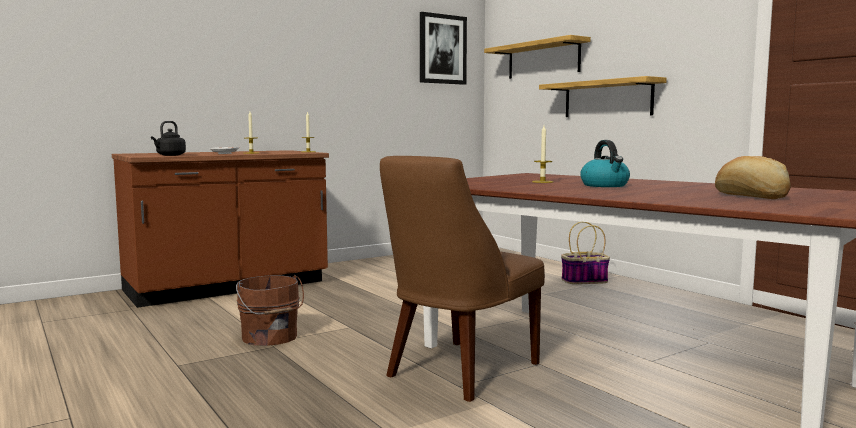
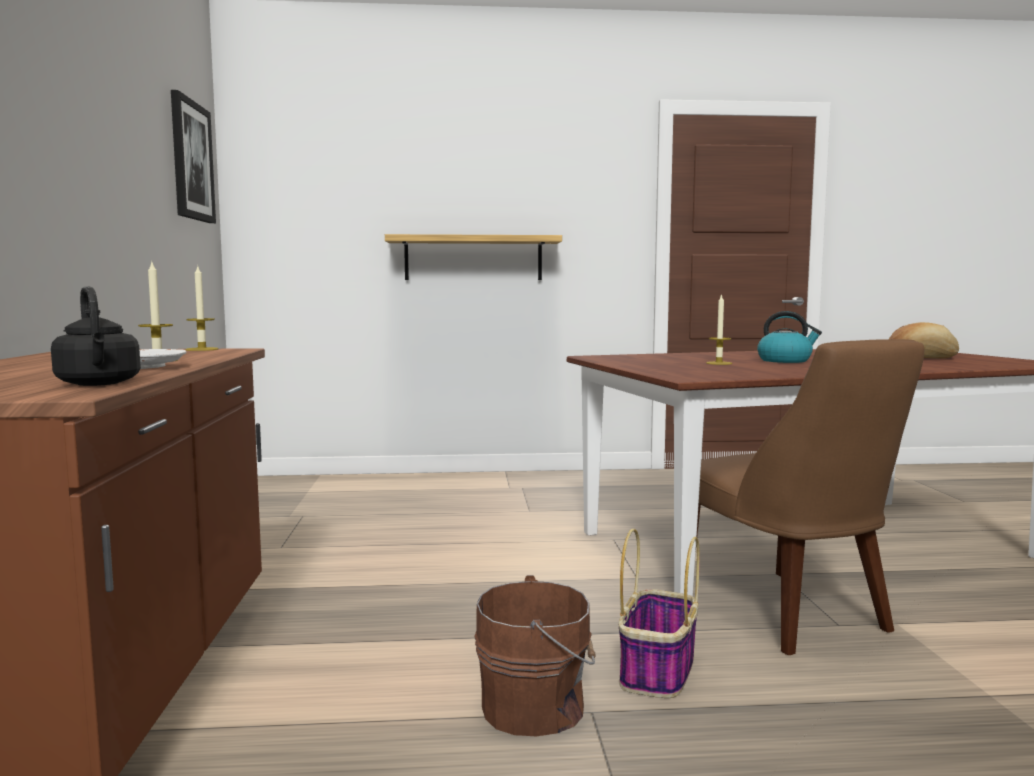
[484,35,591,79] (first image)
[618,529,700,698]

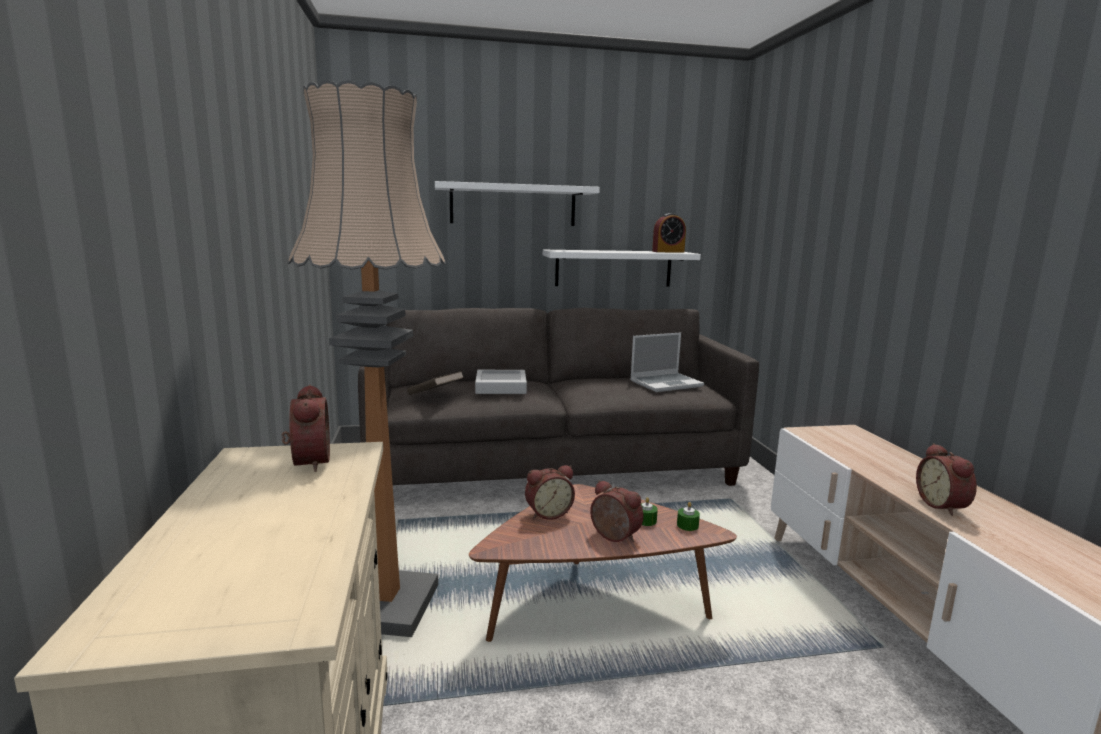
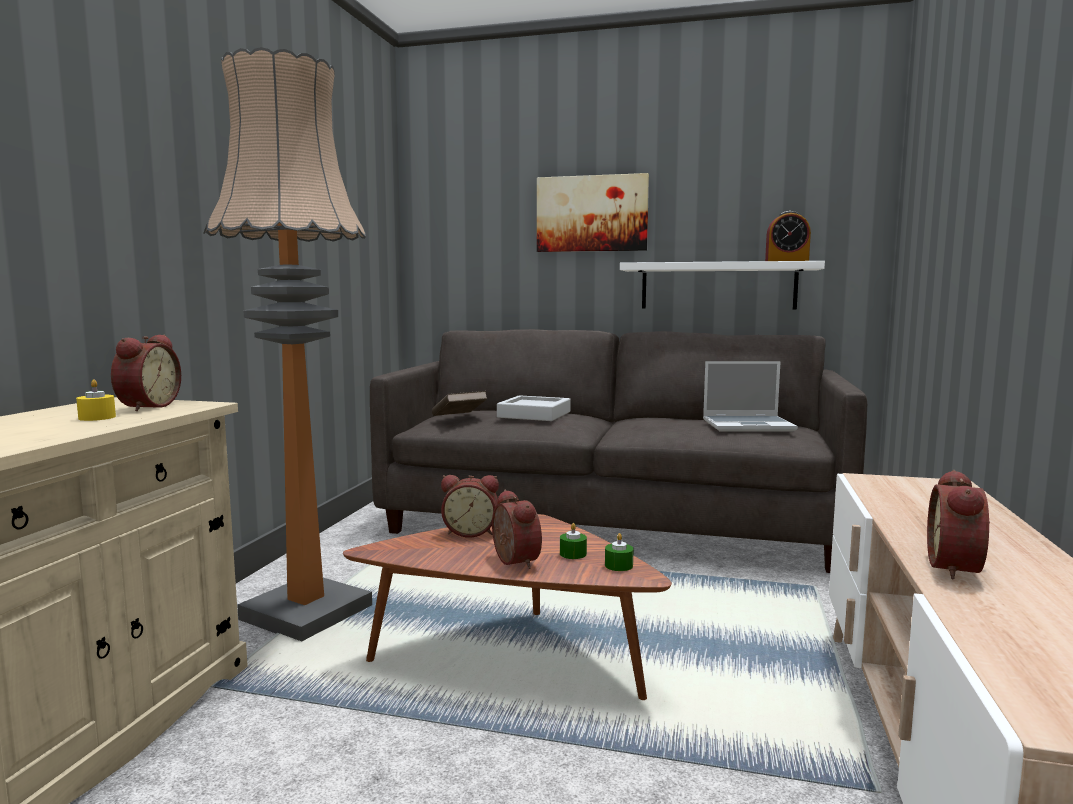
[537,173,649,252]
[76,379,116,421]

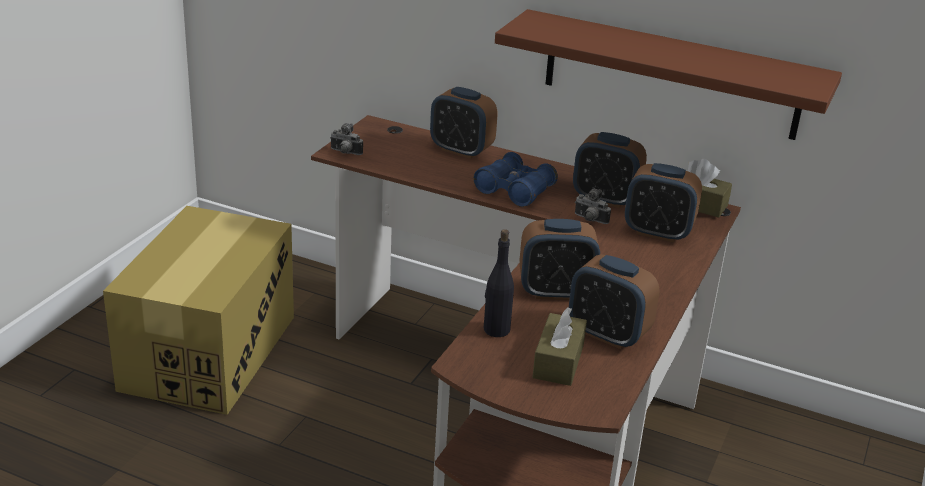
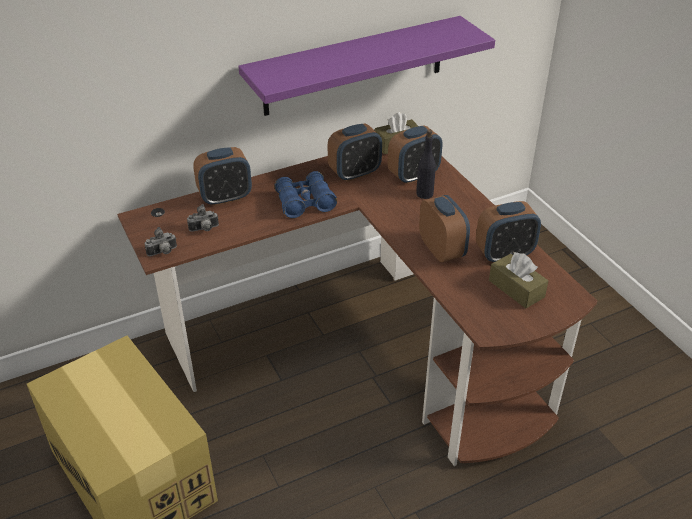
[416,130,436,199]
[238,16,495,116]
[419,195,470,262]
[187,204,219,232]

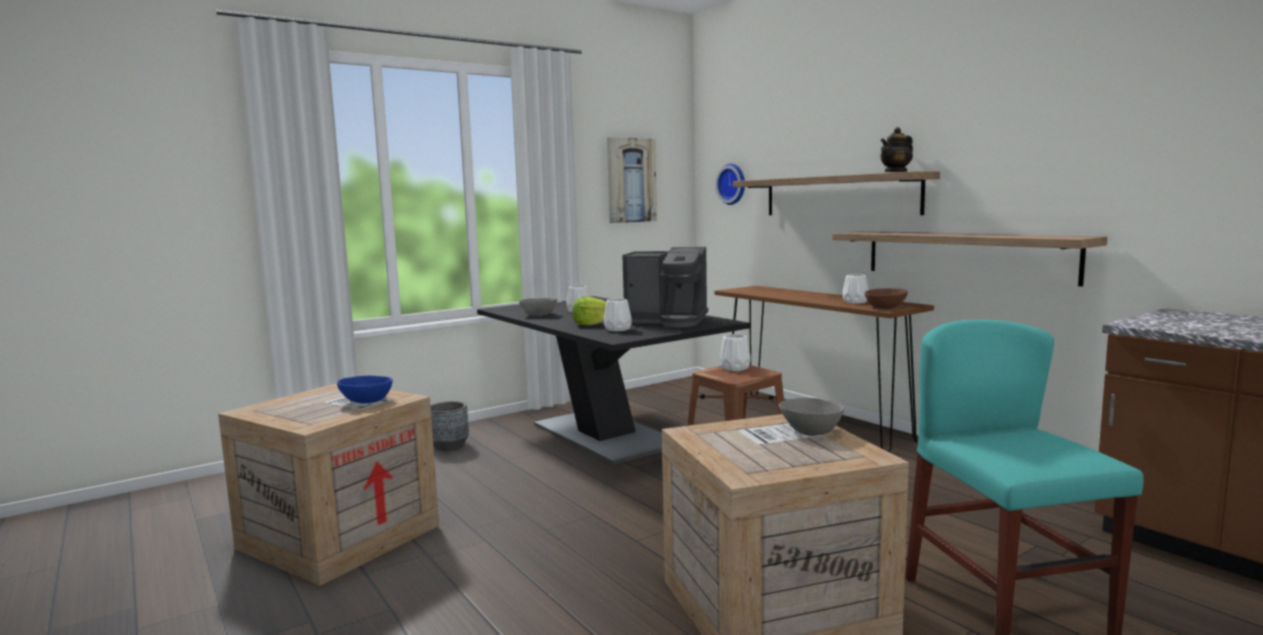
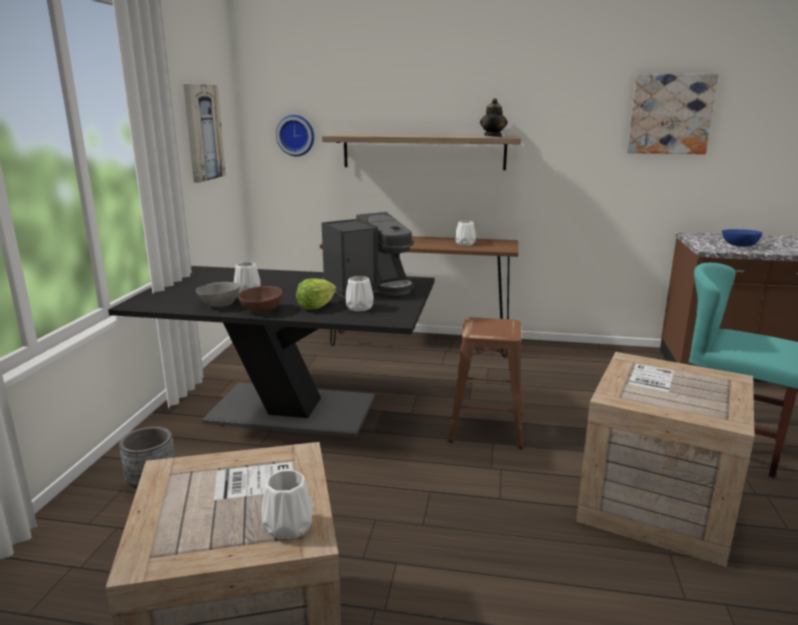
[722,229,762,246]
[262,470,313,539]
[779,398,845,435] (first image)
[832,231,1108,287] (first image)
[238,286,283,313]
[627,74,719,154]

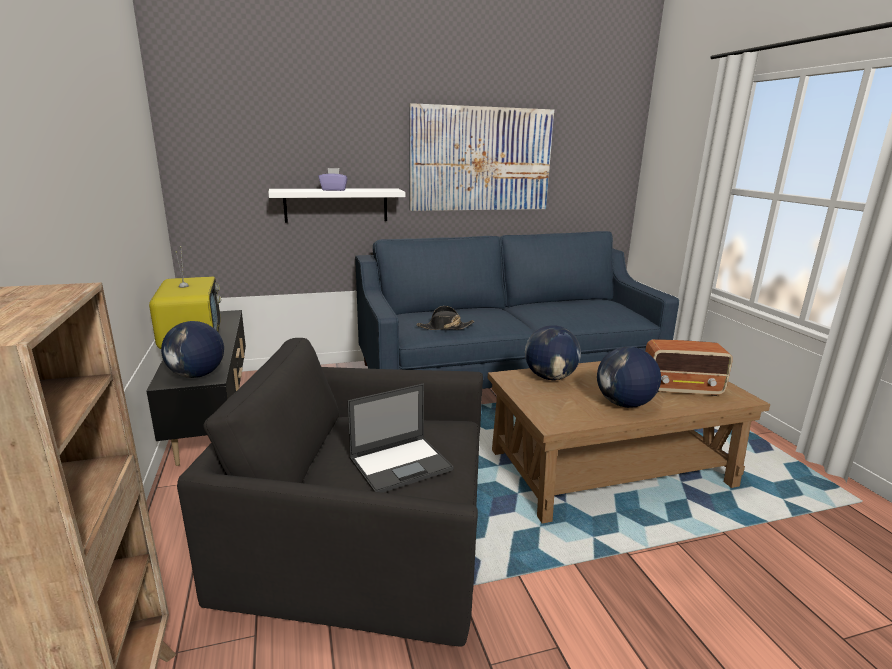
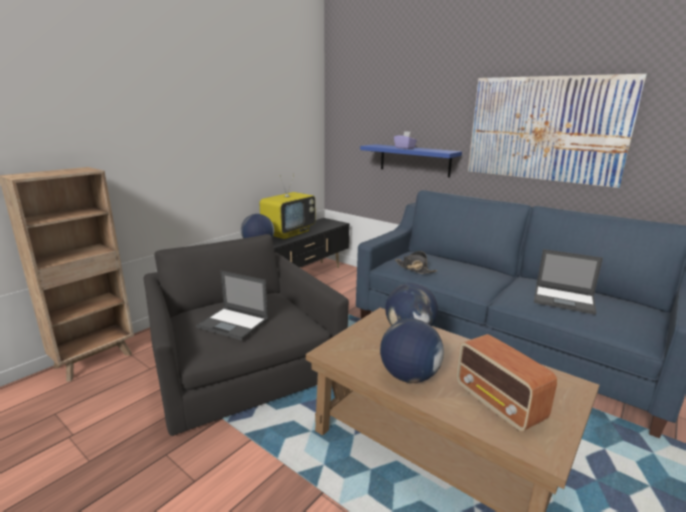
[360,144,462,178]
[534,249,603,315]

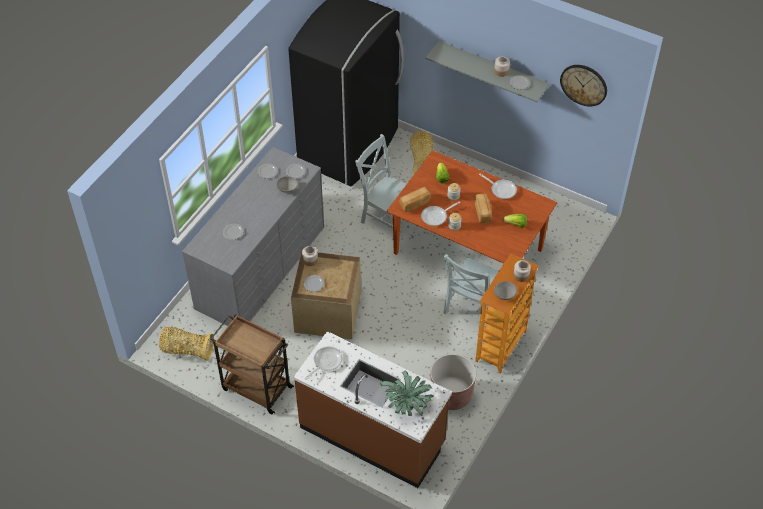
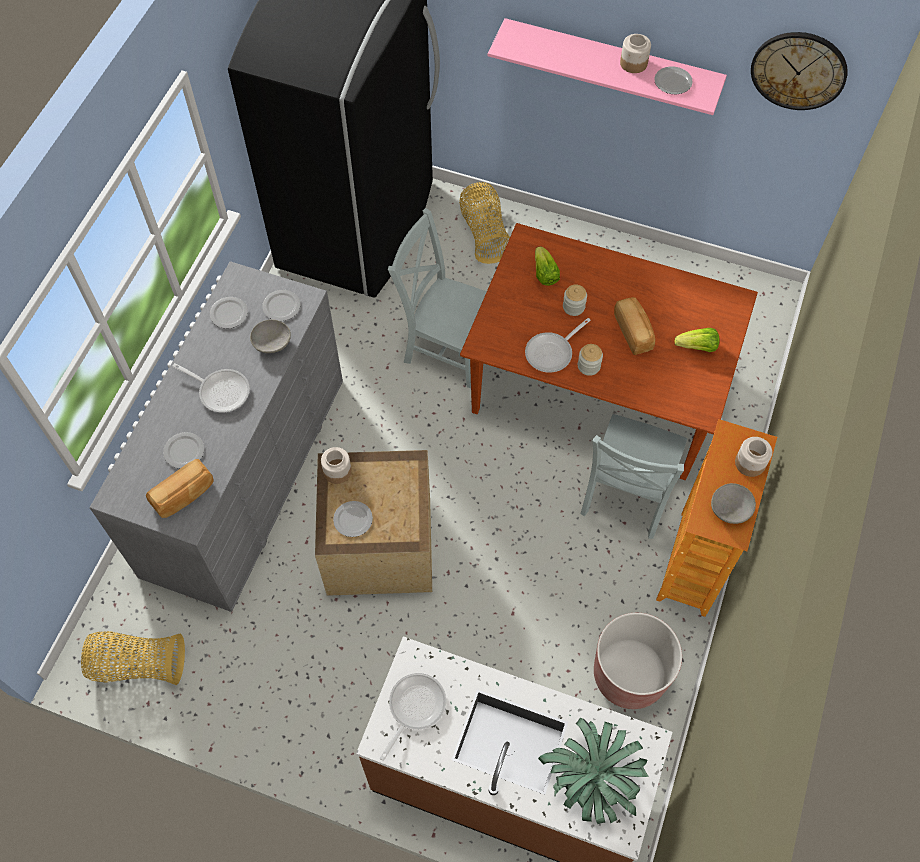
[210,314,294,415] (first image)
[146,459,214,518]
[487,18,727,115]
[172,363,250,413]

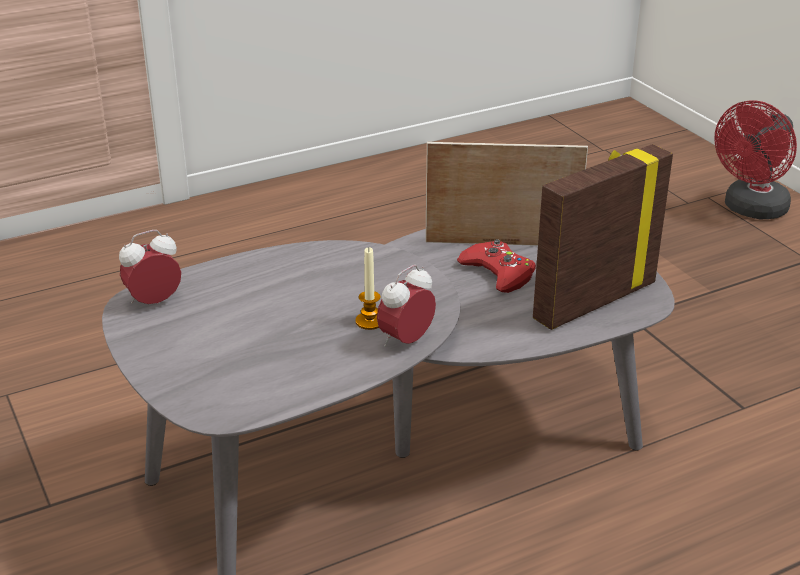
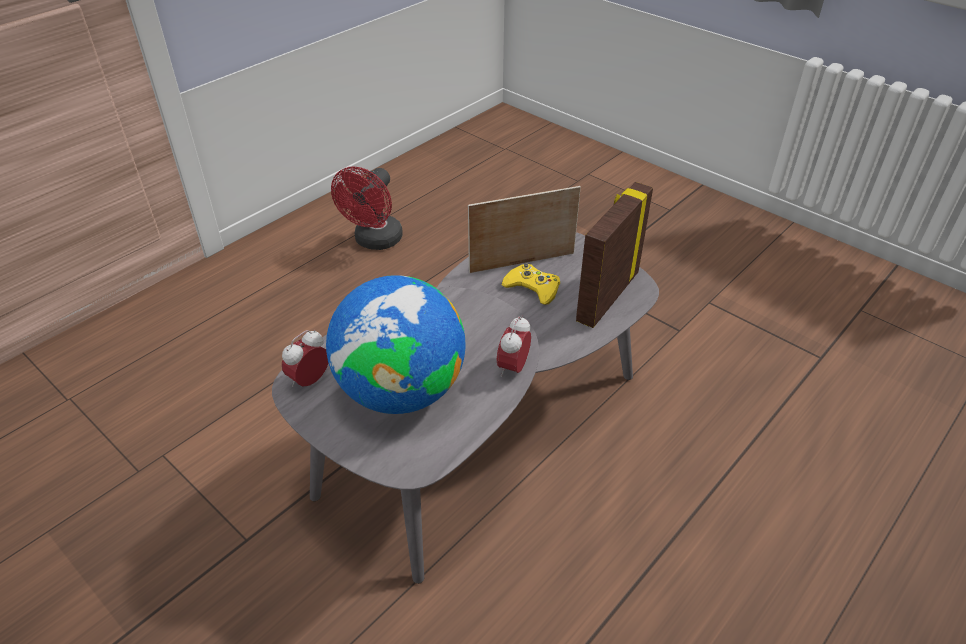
[355,247,380,330] (first image)
[502,264,560,305]
[331,167,403,250]
[326,275,466,414]

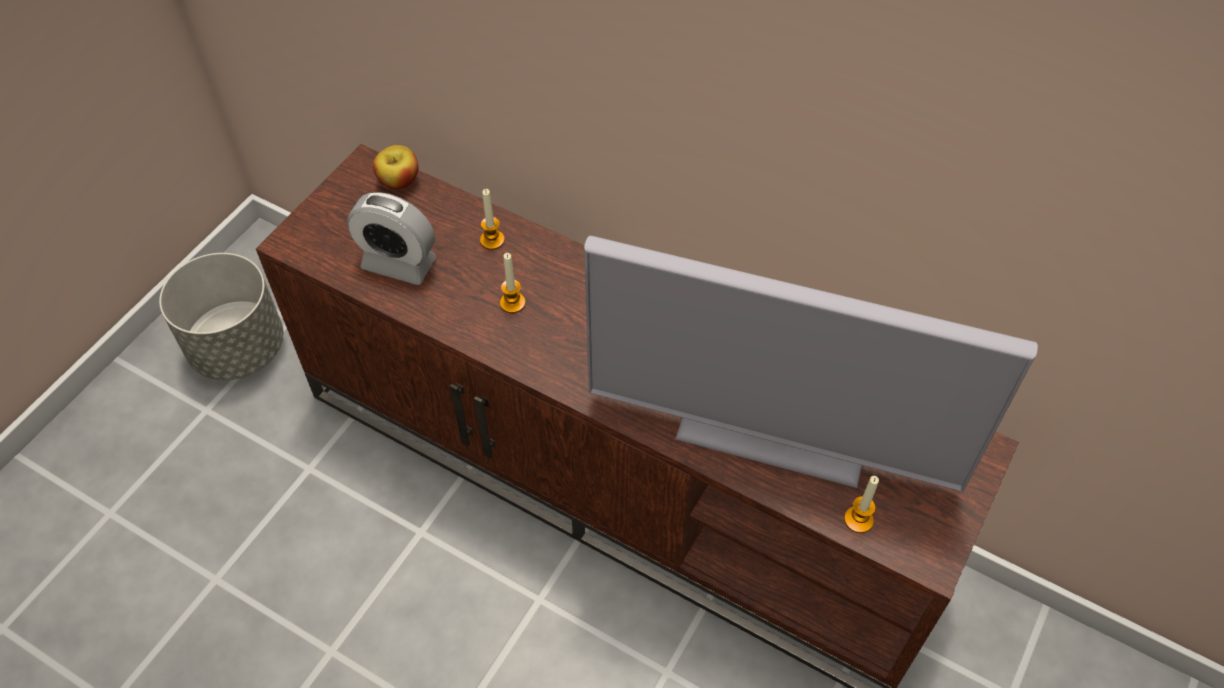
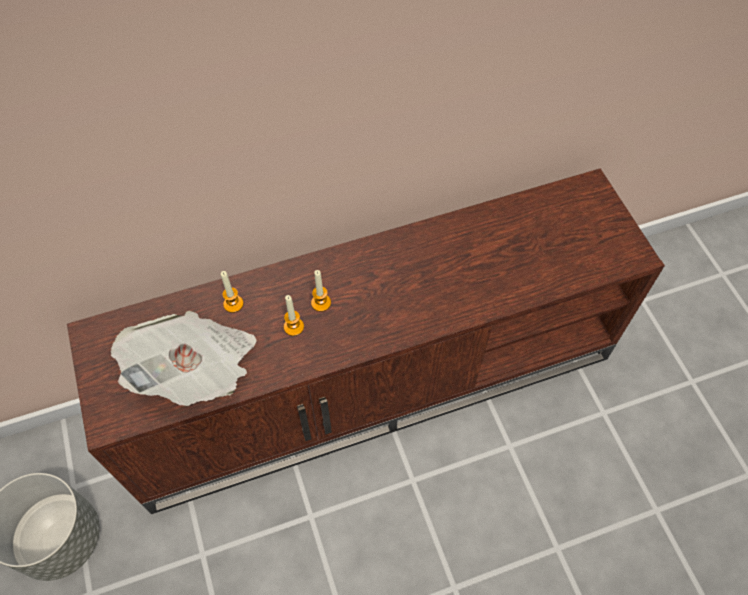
[111,311,257,406]
[373,145,418,189] (first image)
[584,236,1038,492] (first image)
[311,270,331,312]

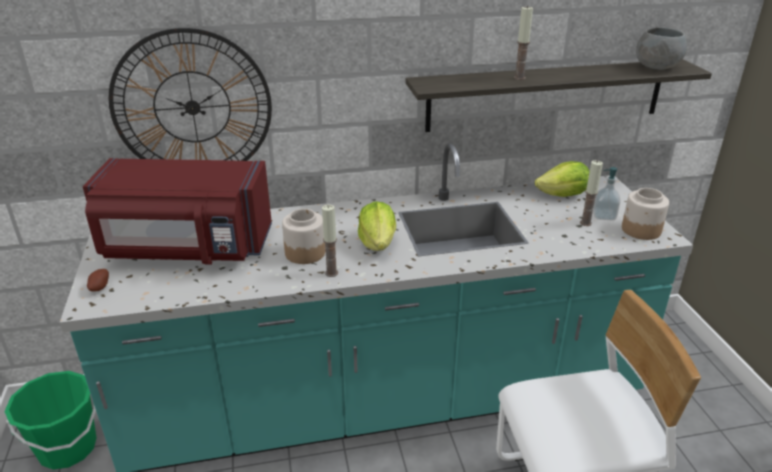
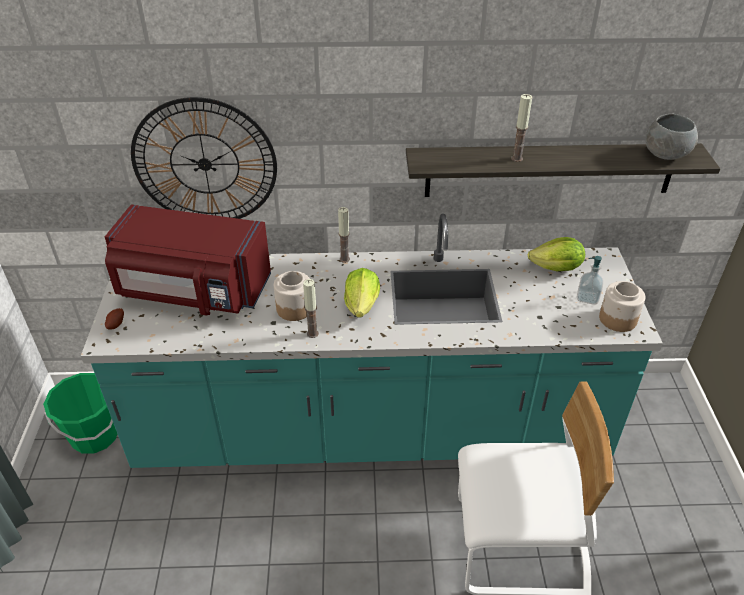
[338,207,350,263]

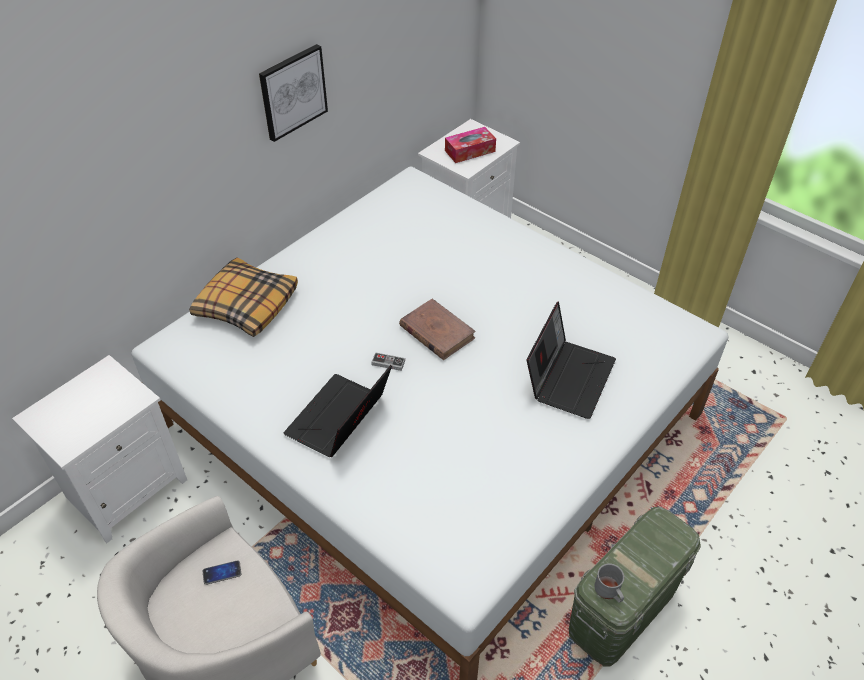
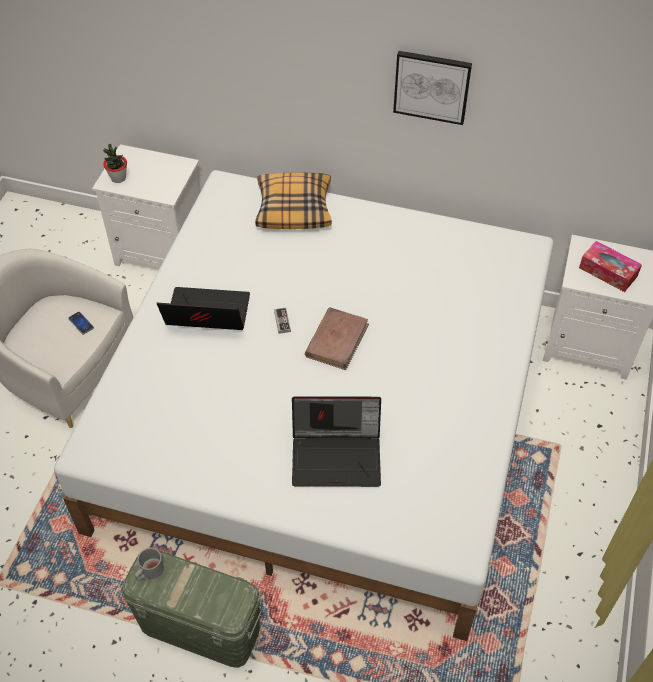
[103,144,127,183]

